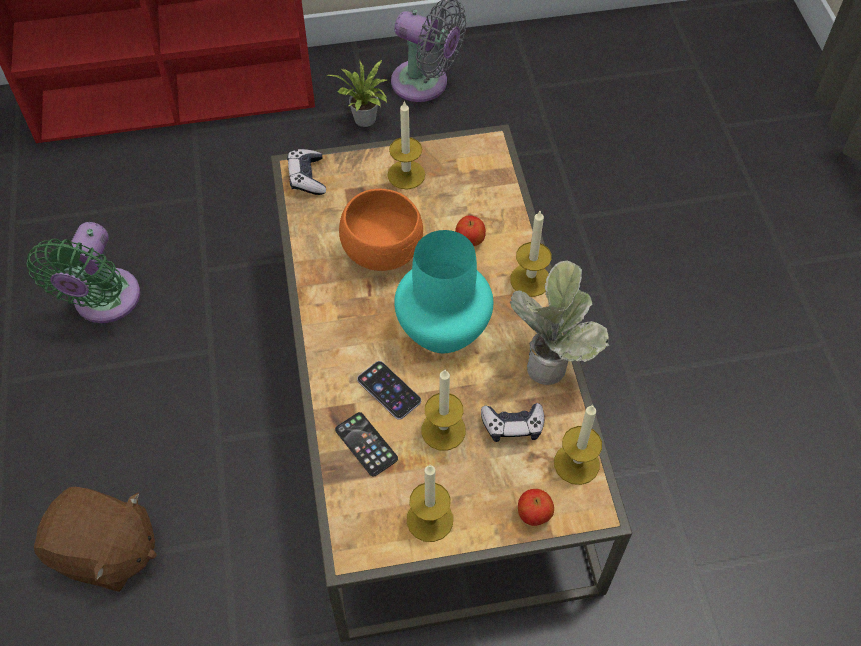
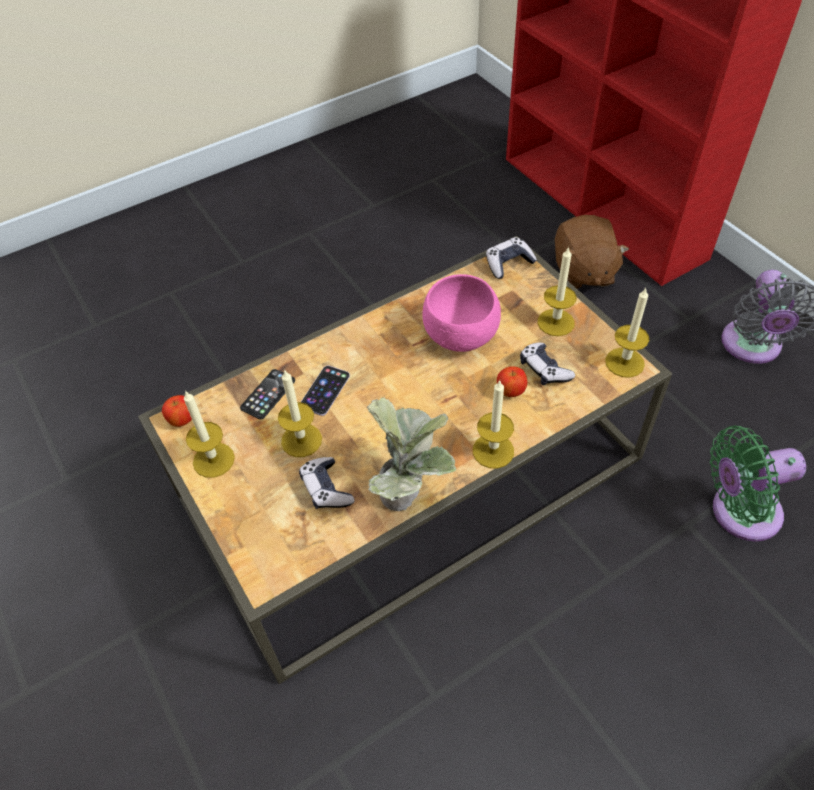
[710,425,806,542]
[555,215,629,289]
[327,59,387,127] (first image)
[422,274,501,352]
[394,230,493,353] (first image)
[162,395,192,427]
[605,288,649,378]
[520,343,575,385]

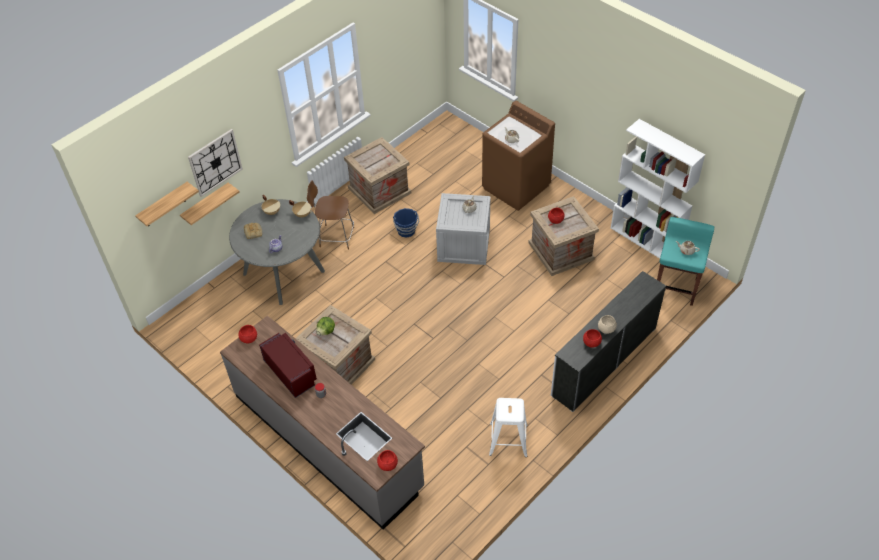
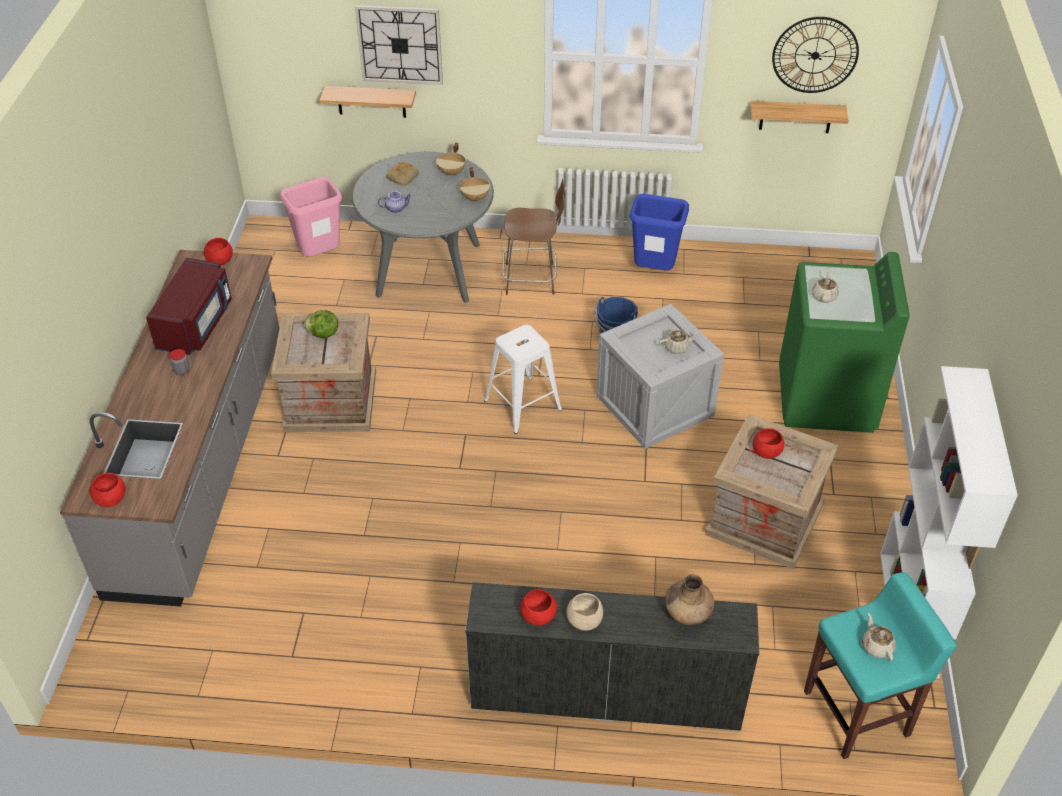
[750,101,849,133]
[503,179,565,295]
[630,194,689,270]
[779,252,910,433]
[484,324,562,434]
[280,177,342,256]
[665,575,714,625]
[772,17,859,93]

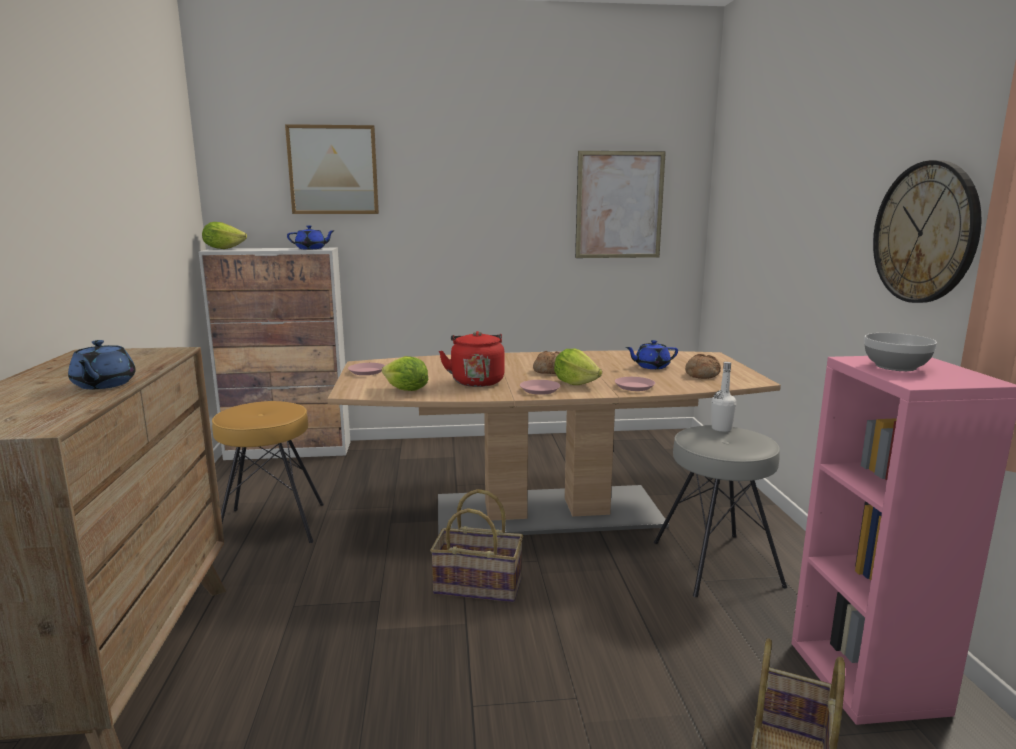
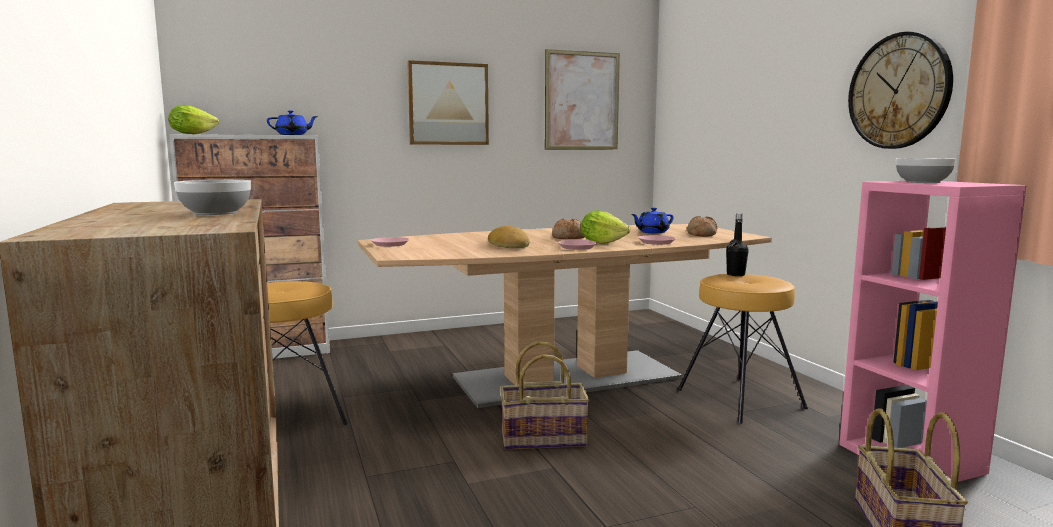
[174,180,251,215]
[407,60,489,145]
[382,356,429,391] (first image)
[488,226,530,248]
[678,274,808,424]
[726,213,749,276]

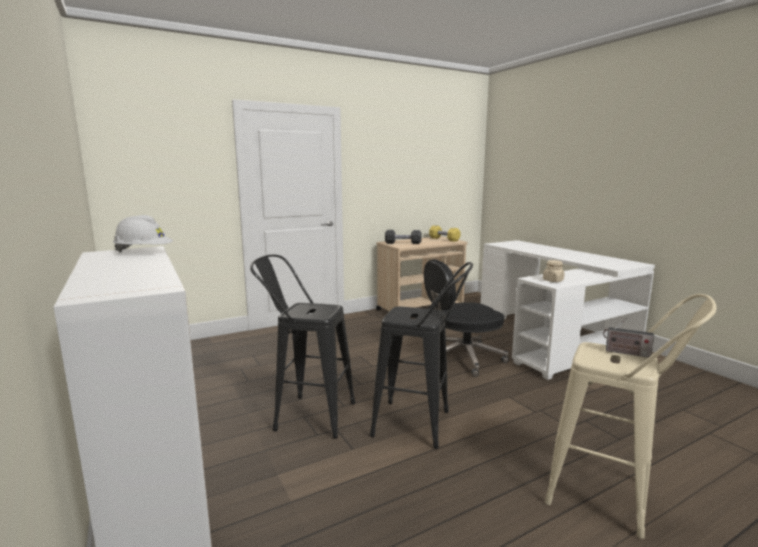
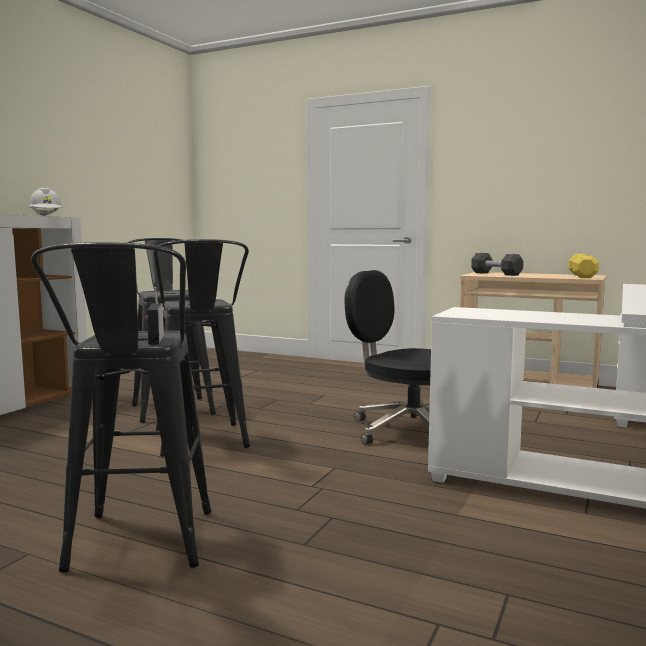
[543,260,564,282] (first image)
[31,242,211,573]

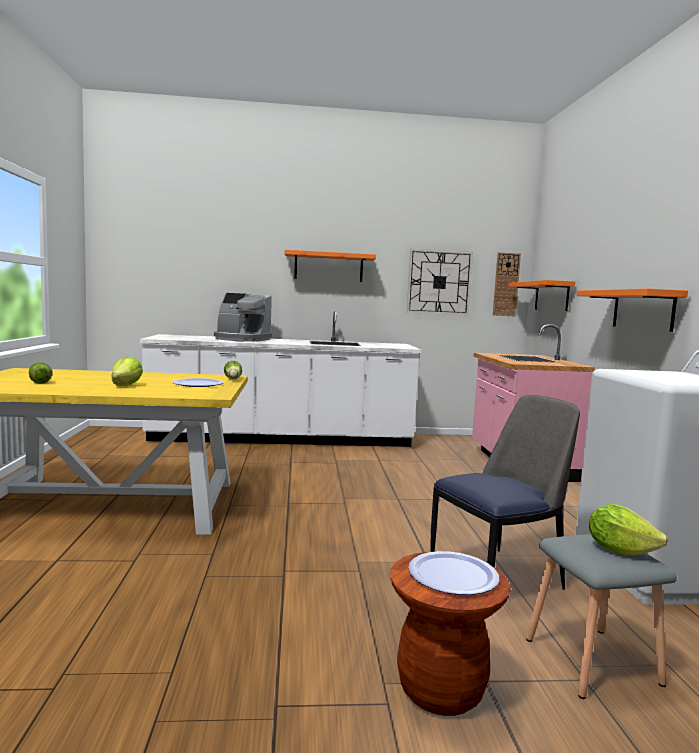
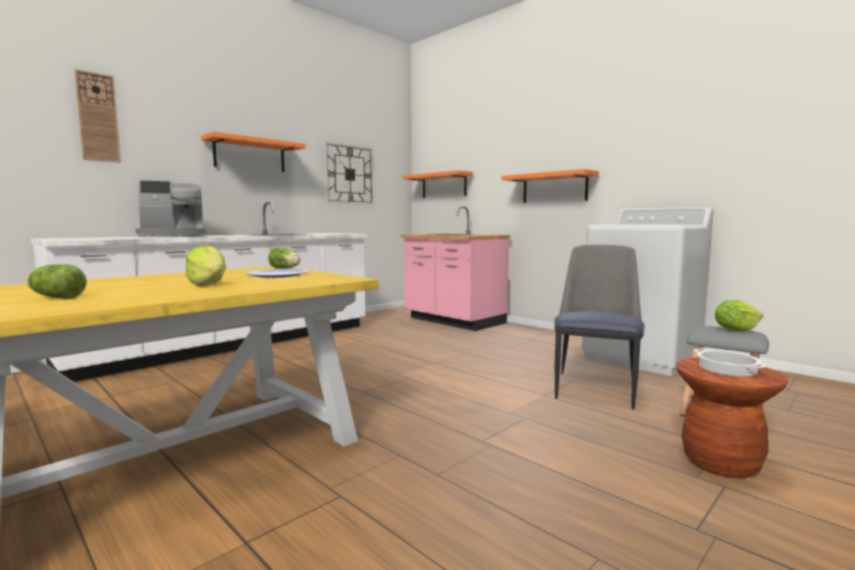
[694,348,767,376]
[75,69,121,163]

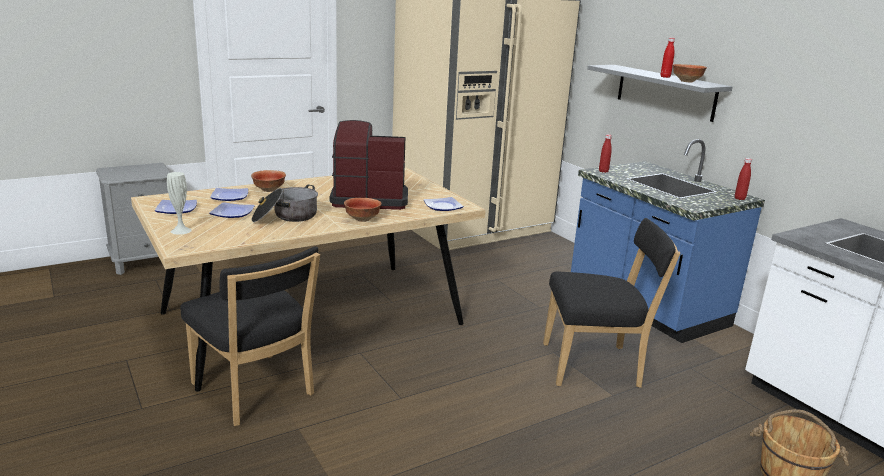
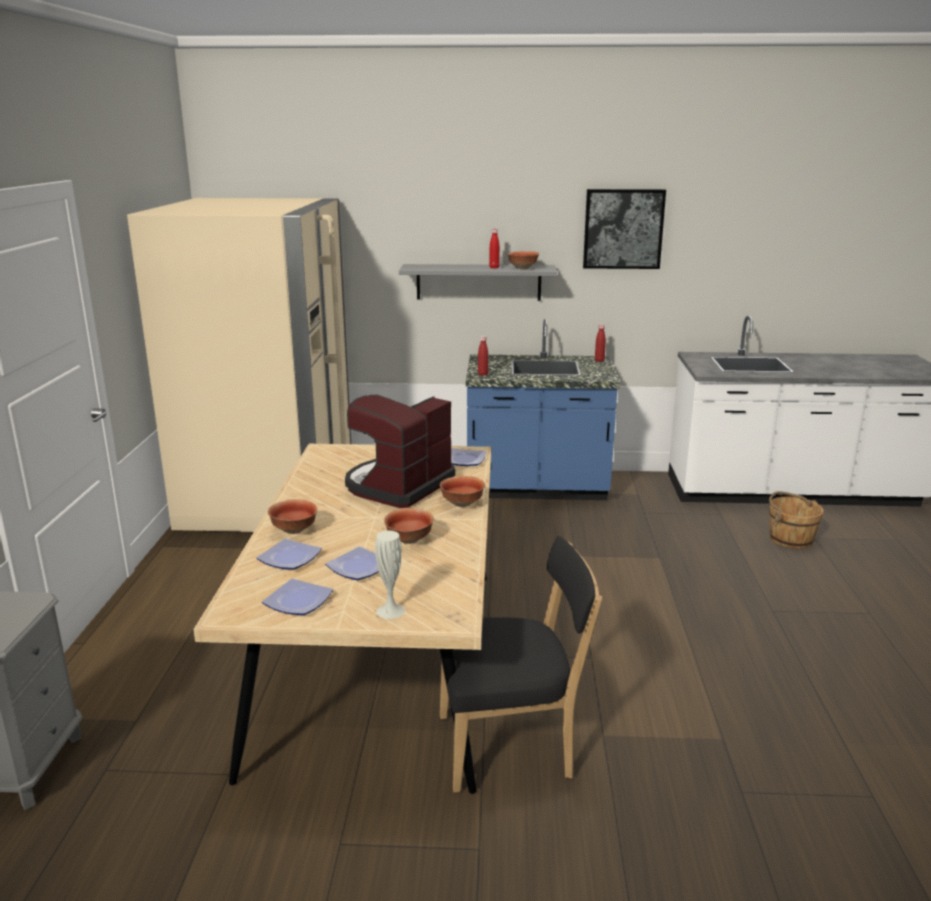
[384,508,434,544]
[543,218,680,388] (first image)
[583,189,666,269]

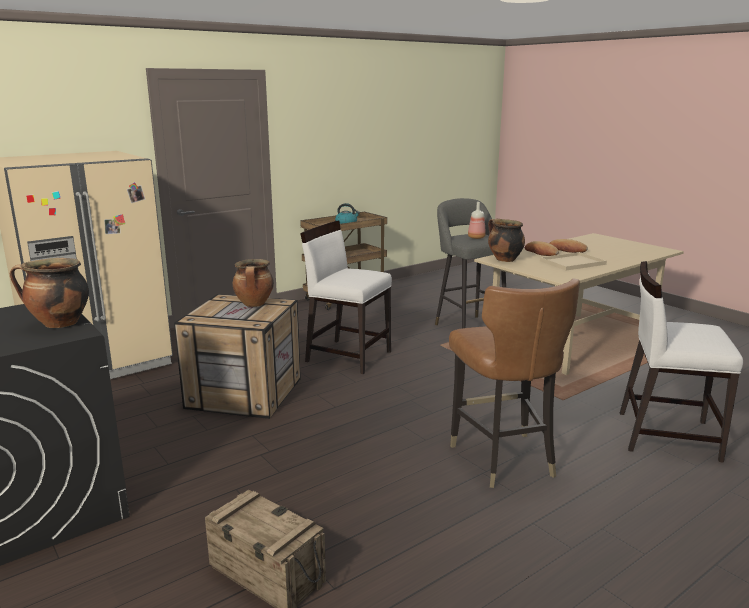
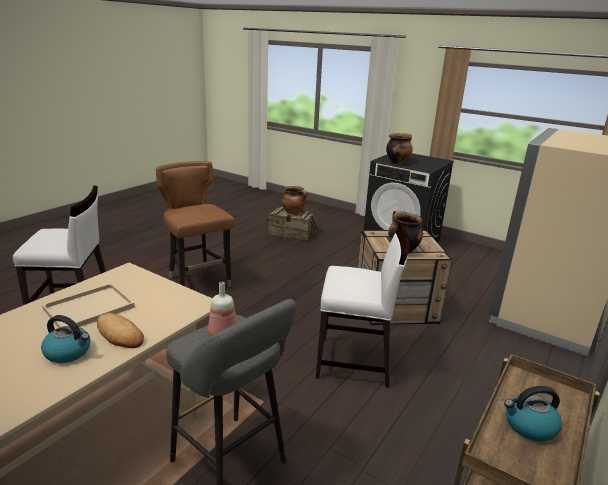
[282,186,307,215]
[41,315,90,363]

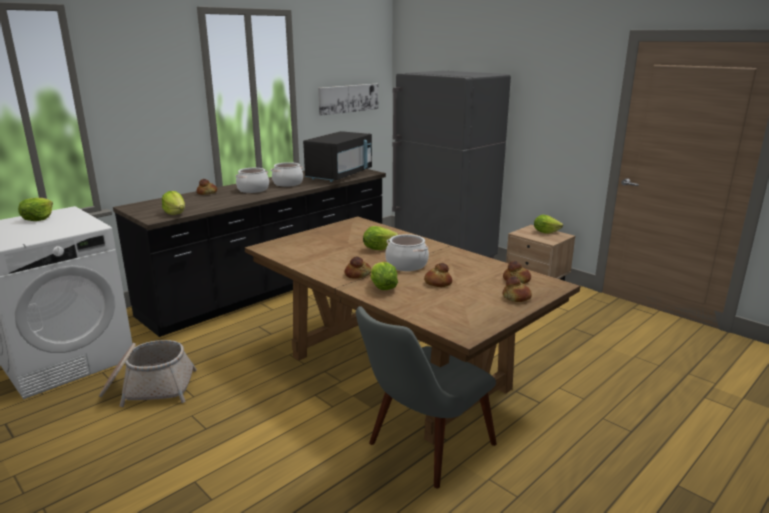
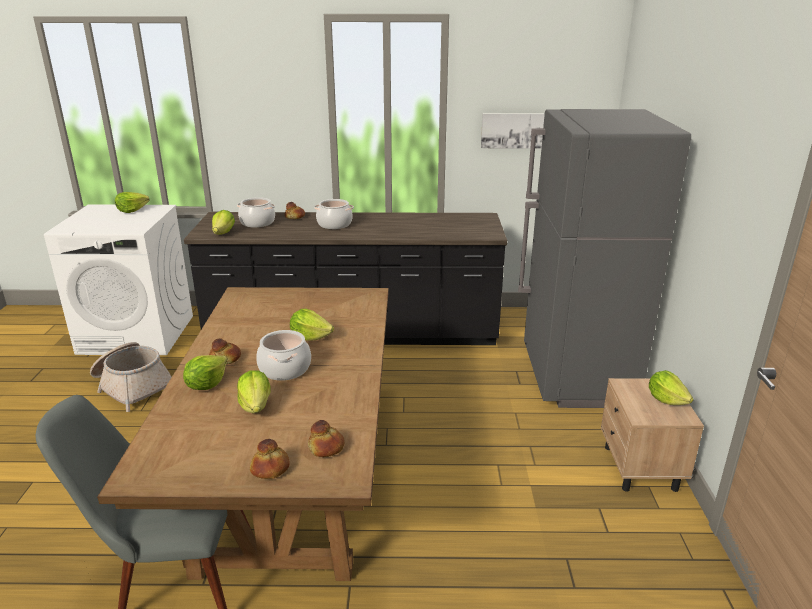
[237,197,275,228]
[303,131,372,182] (first image)
[237,370,271,413]

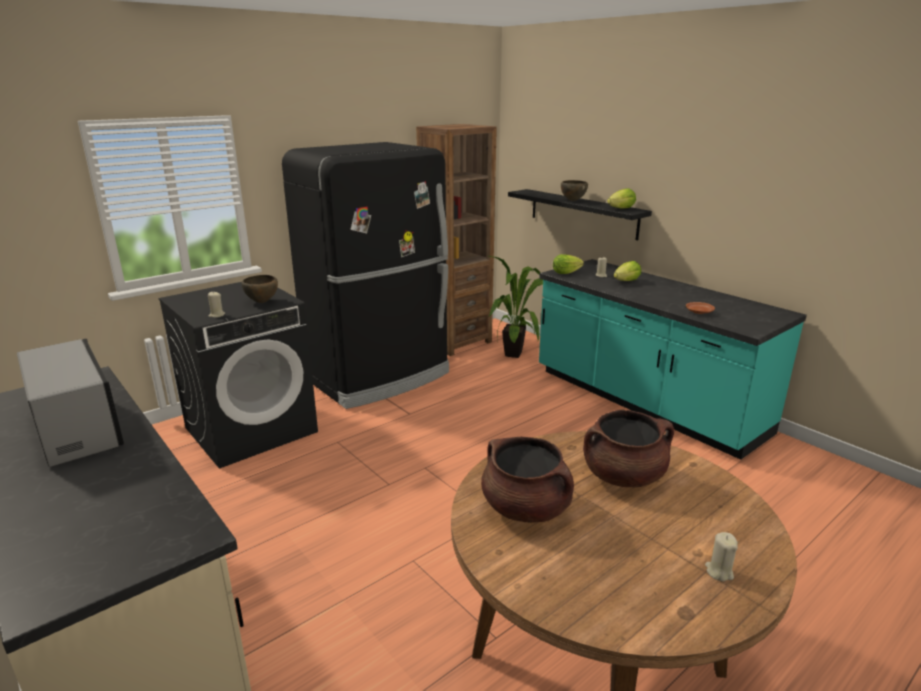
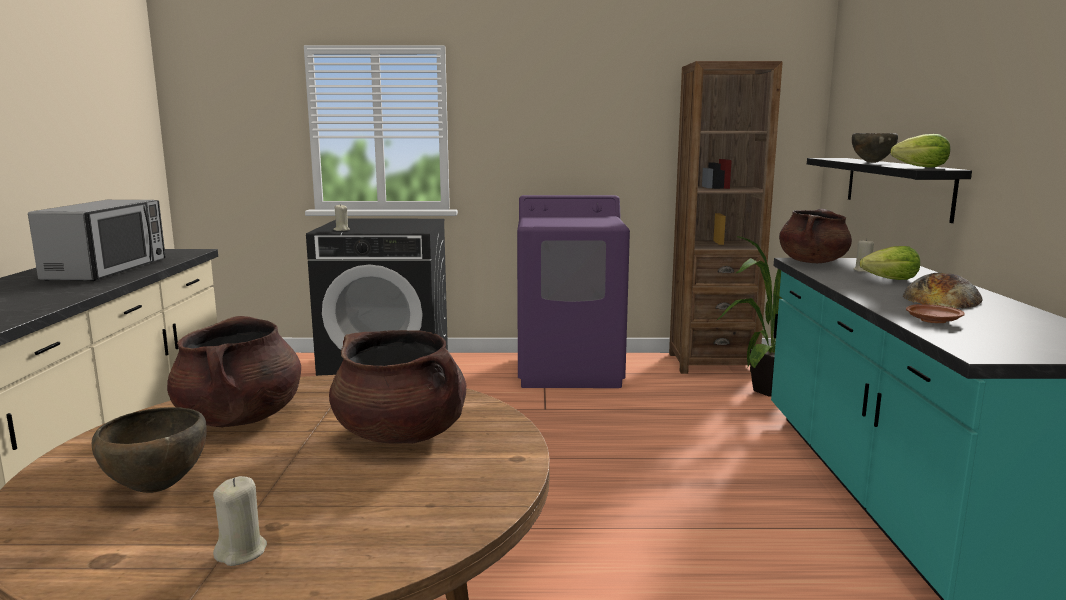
[92,407,207,493]
[517,195,630,388]
[779,209,852,263]
[903,273,983,309]

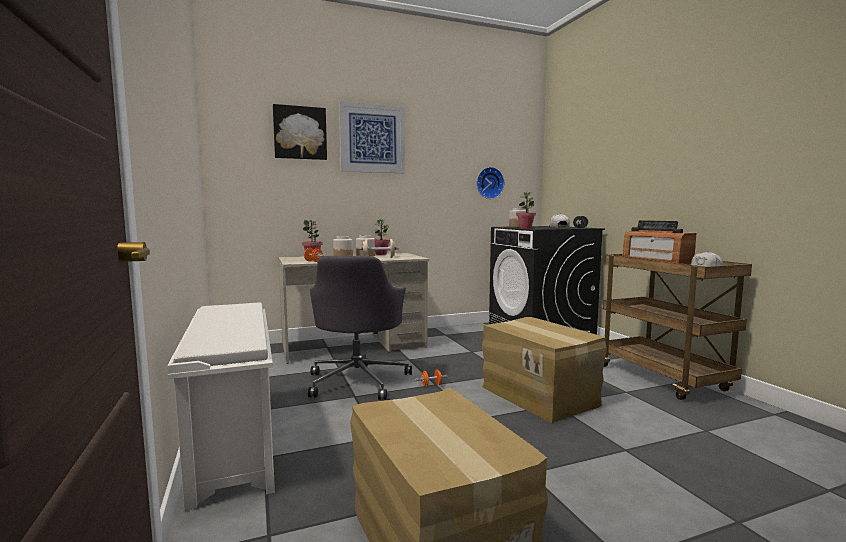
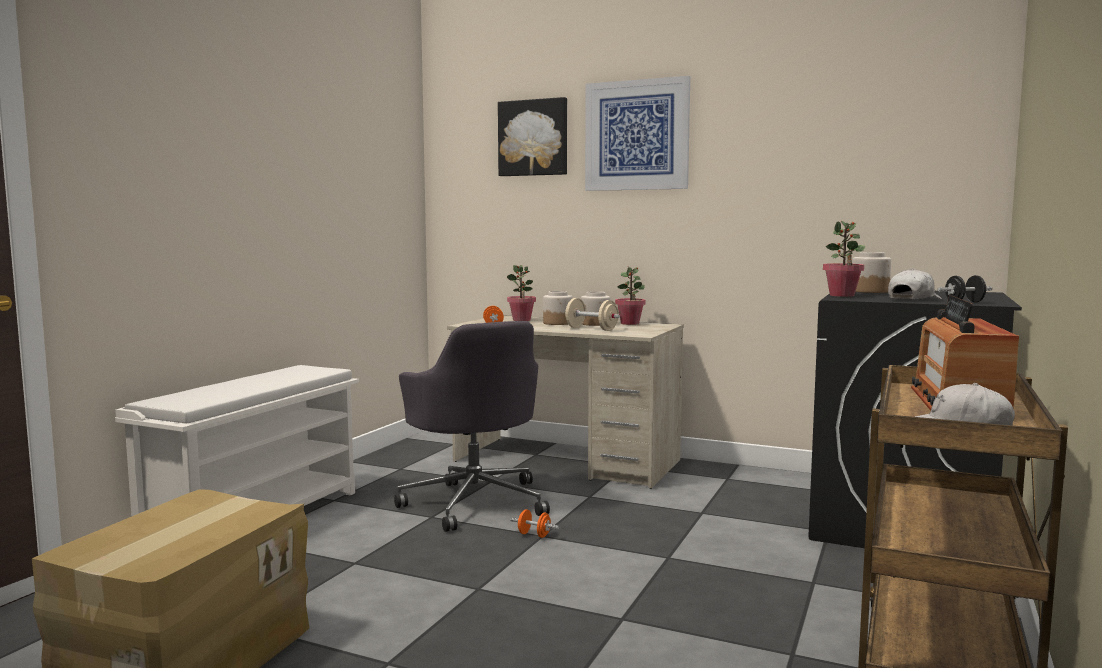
[394,321,550,532]
[476,167,504,199] (first image)
[482,317,607,423] (first image)

